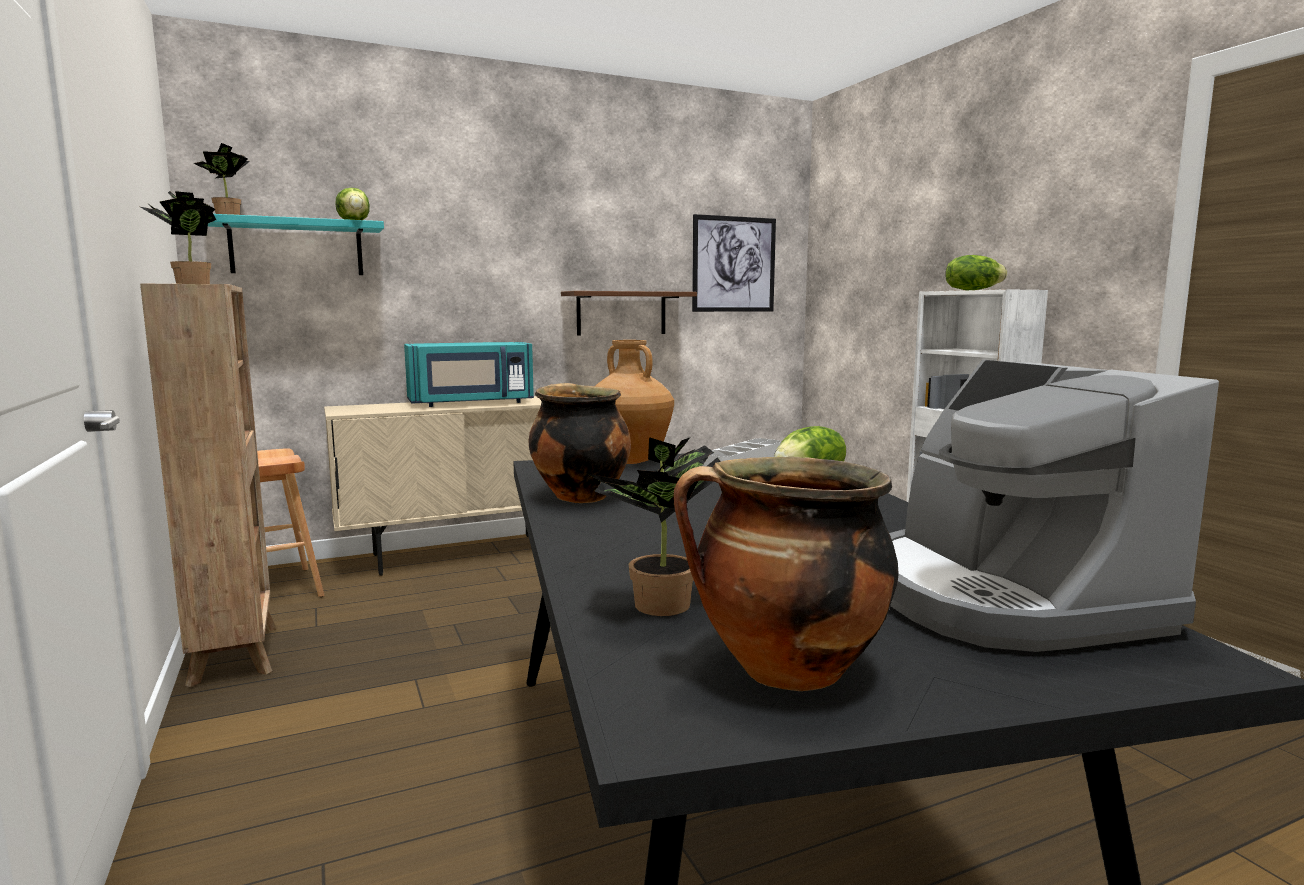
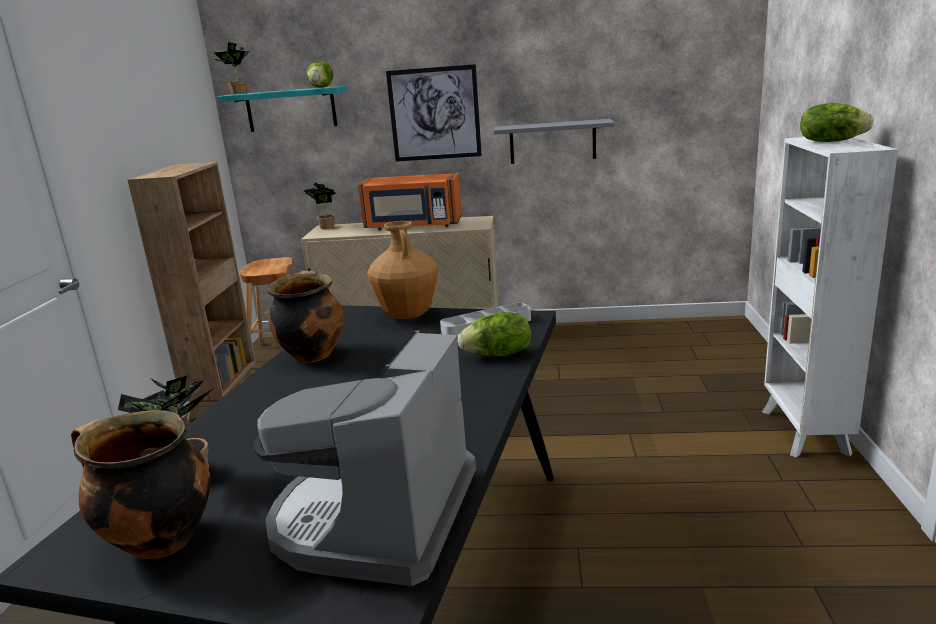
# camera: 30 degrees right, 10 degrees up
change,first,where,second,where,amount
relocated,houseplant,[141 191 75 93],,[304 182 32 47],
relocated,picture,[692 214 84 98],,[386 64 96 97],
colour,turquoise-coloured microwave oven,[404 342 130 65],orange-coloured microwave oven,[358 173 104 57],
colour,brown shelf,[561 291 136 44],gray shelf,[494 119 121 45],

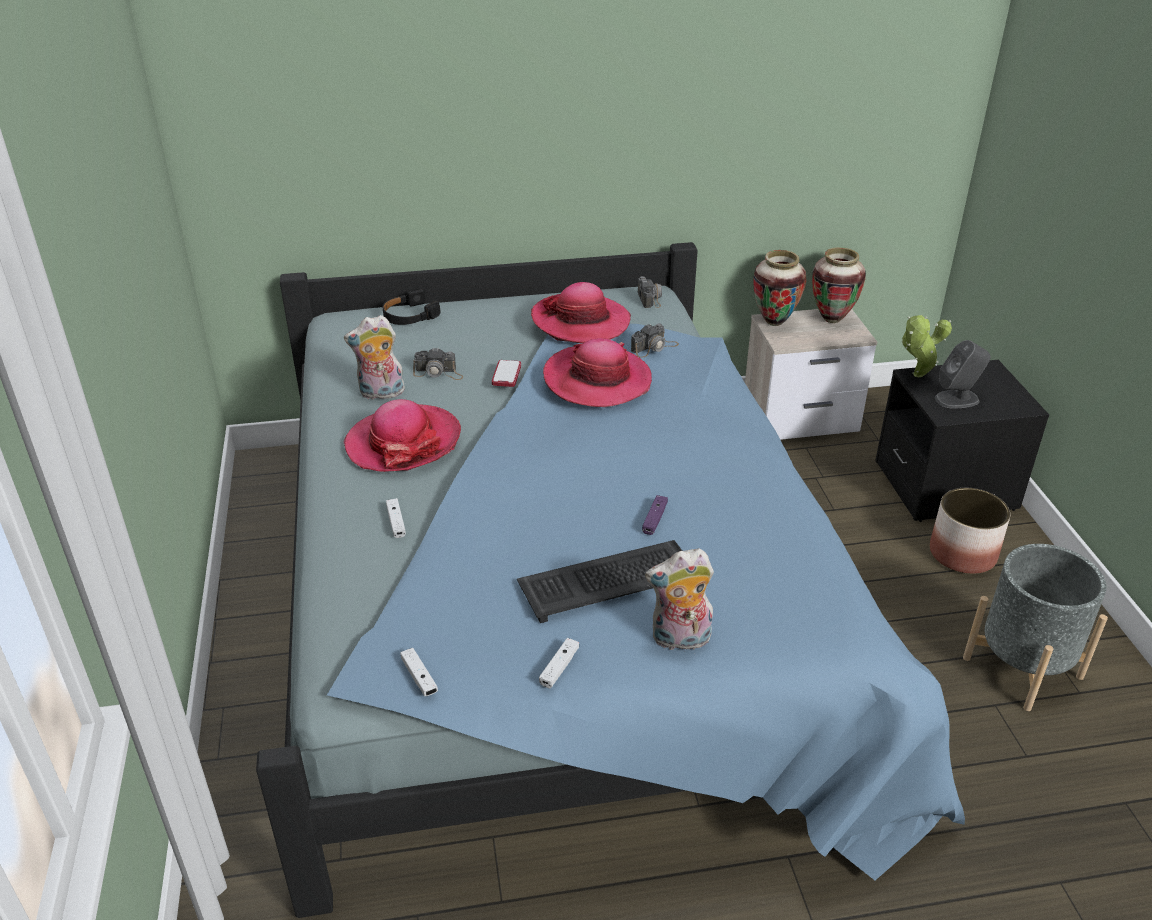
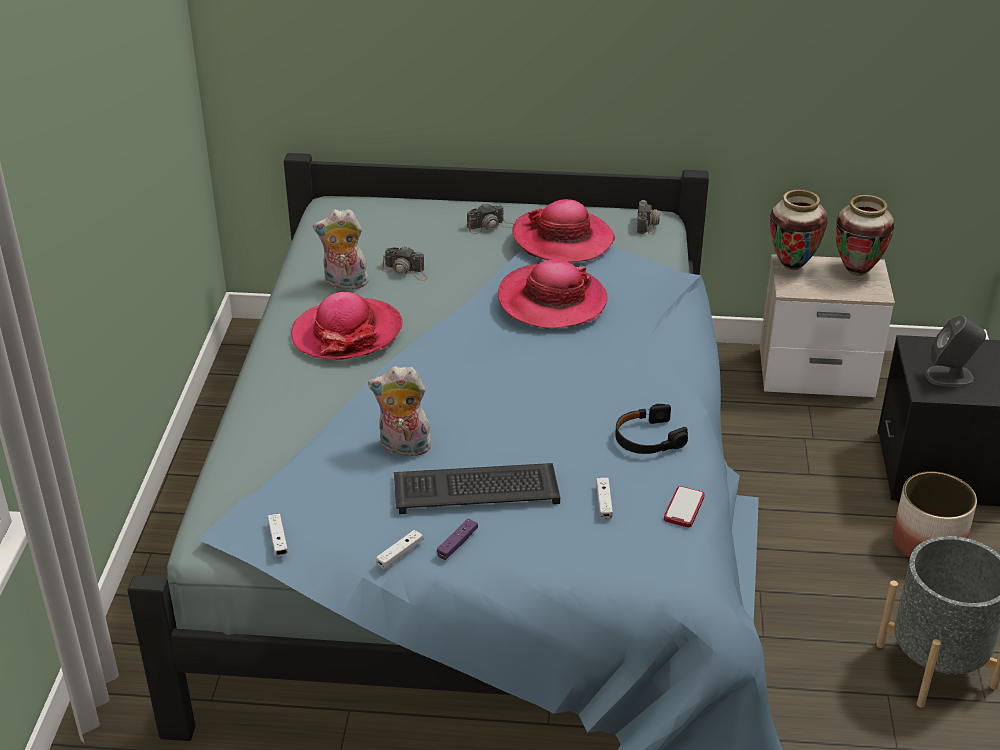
# camera: 15 degrees right, 0 degrees up
change,first,where,second,where,amount
missing,houseplant,[902 315 50 62],,,
relocated,black headset,[382 289 59 36],,[615 404 73 50],
relocated,white joypad,[386 498 20 40],,[596 478 17 42],
relocated,handset,[492 360 29 27],,[664 486 41 41],
relocated,photo camera,[631 323 48 35],,[467 203 47 31],
relocated,purplish joypad,[642 495 26 40],,[437 519 41 41],
relocated,plush toy,[645 548 69 102],,[368 366 66 90],

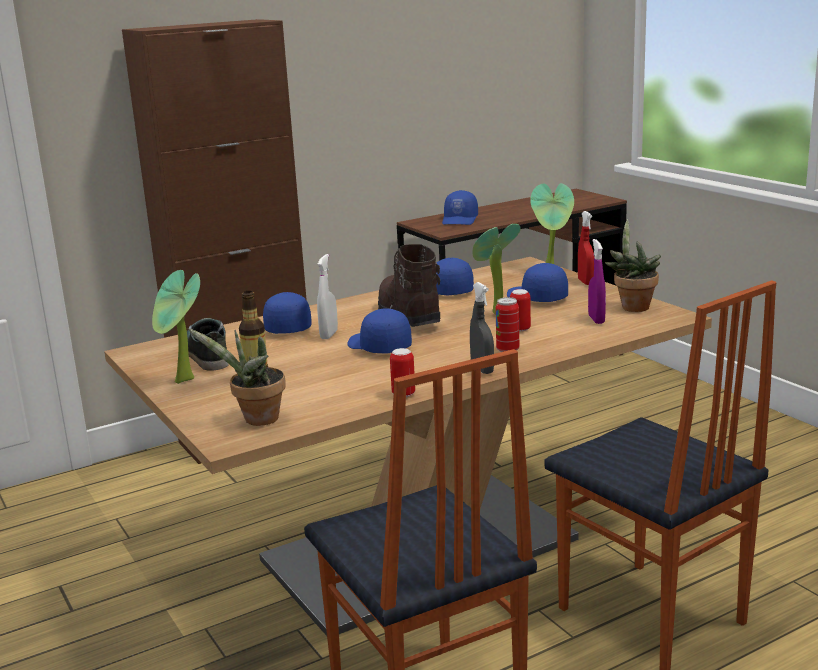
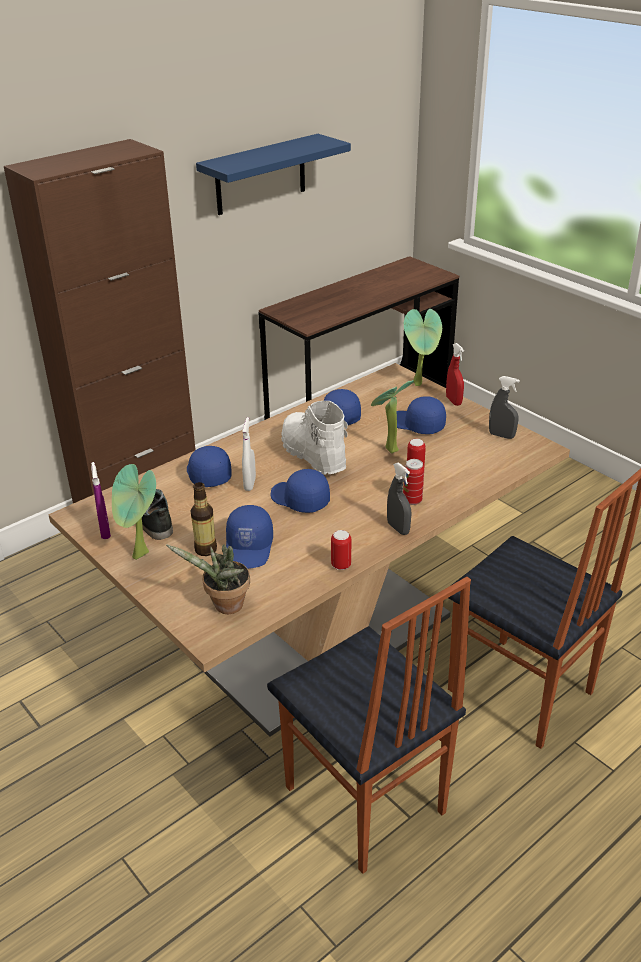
# camera: 10 degrees left, 15 degrees up
change,first,where,second,where,amount
appeared,,,blue shelf,[196 134 155 81],
relocated,blue peaked cap,[442 190 36 35],,[226 505 47 64],
relocated,purplish sprayer,[588 239 18 85],,[91 462 20 77],
exchanged,houseplant,[605 219 56 93],gray sprayer,[489 376 31 63],
colour,brown high-top boot,[378 244 62 83],white high-top boot,[281 401 67 74],

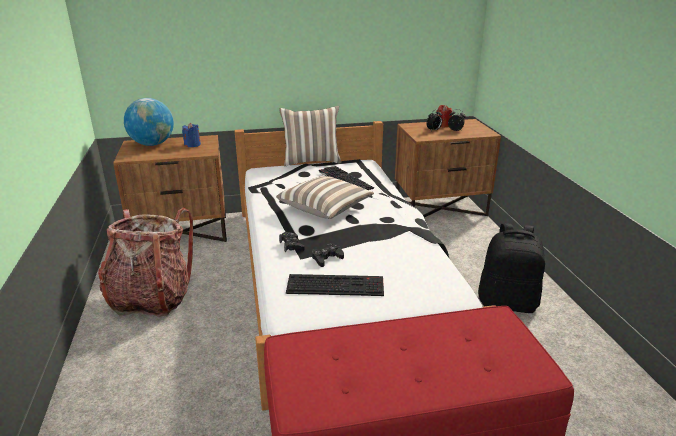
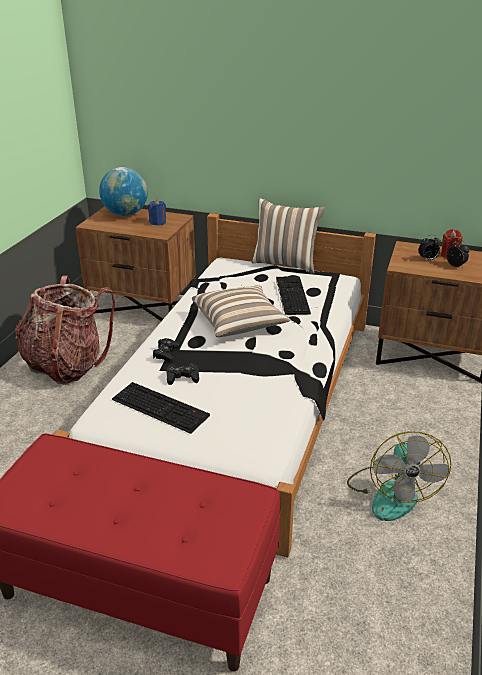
# camera: 30 degrees right, 5 degrees up
change,first,where,second,where,amount
exchanged,black backpack,[478 223 67 90],electric fan,[347 431 104 90],

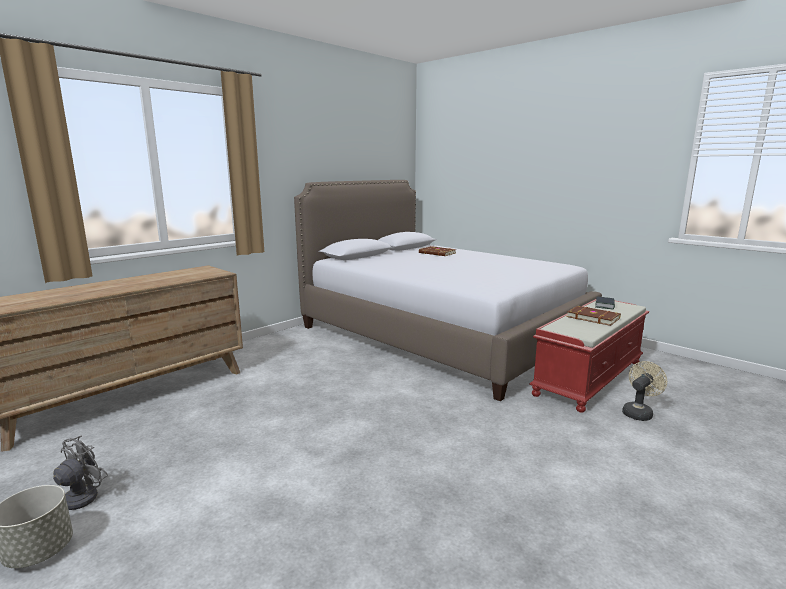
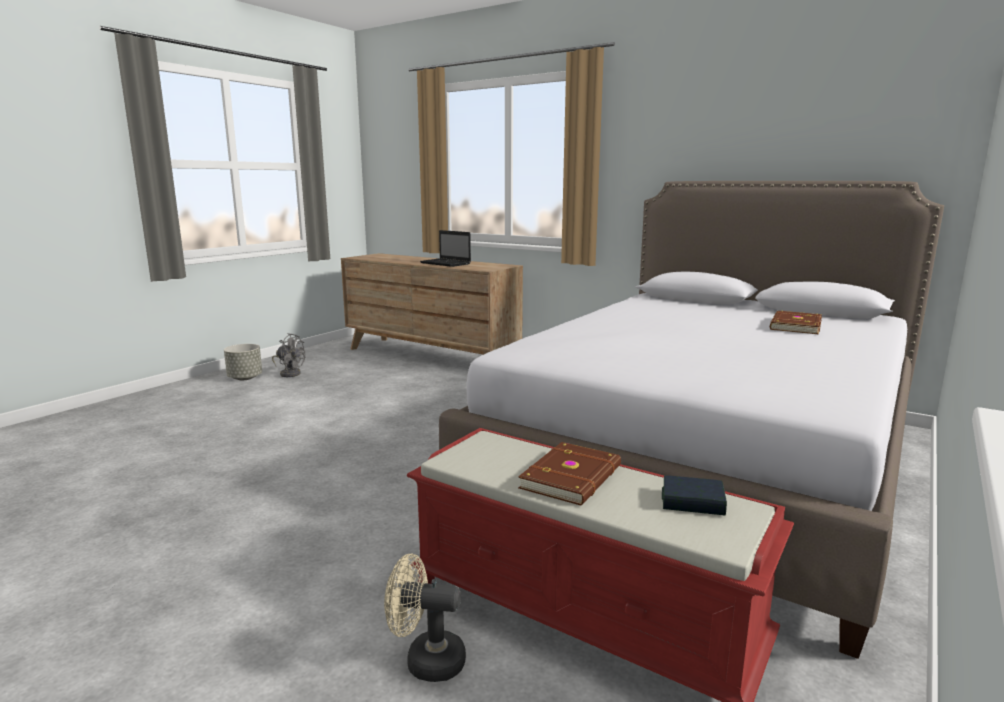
# camera: 80 degrees right, 0 degrees up
change,first,where,second,where,amount
appeared,,,laptop,[420 230 51 37],
spun,sand-coloured electric fan,[622 361 45 60],,[384 553 82 129],150 degrees clockwise

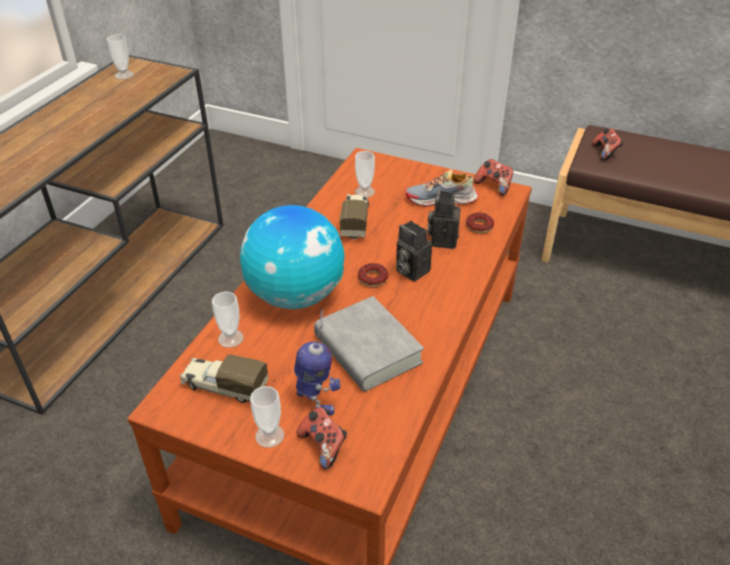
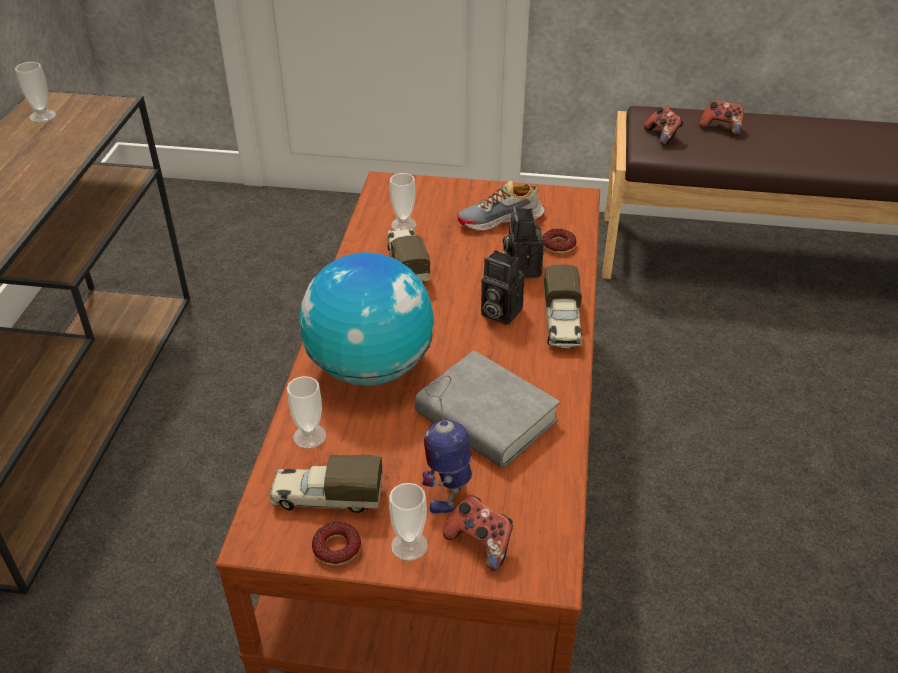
# camera: 15 degrees left, 0 degrees up
change,first,where,second,where,amount
appeared,,,toy lorry,[544 264 38 84],
relocated,donut,[358 263 30 24],,[312 522 49 44],
relocated,joypad,[474 159 39 37],,[699 99 45 37],
spun,toy robot,[294 309 46 106],,[422 375 50 139],105 degrees counterclockwise

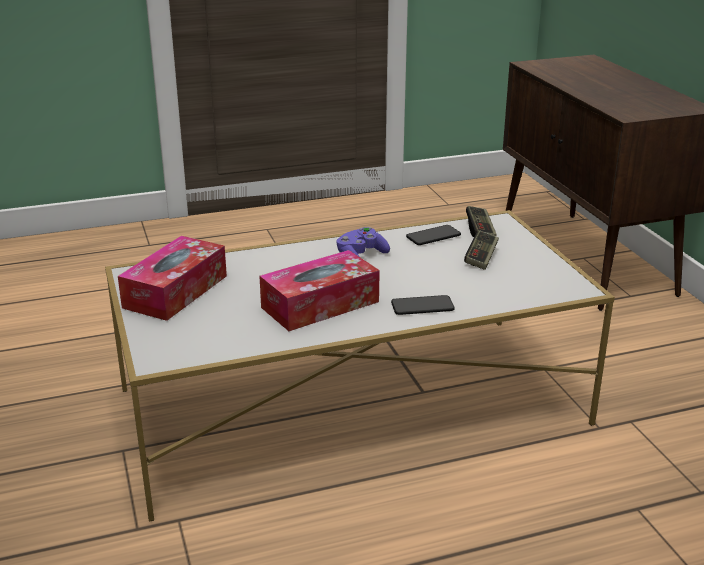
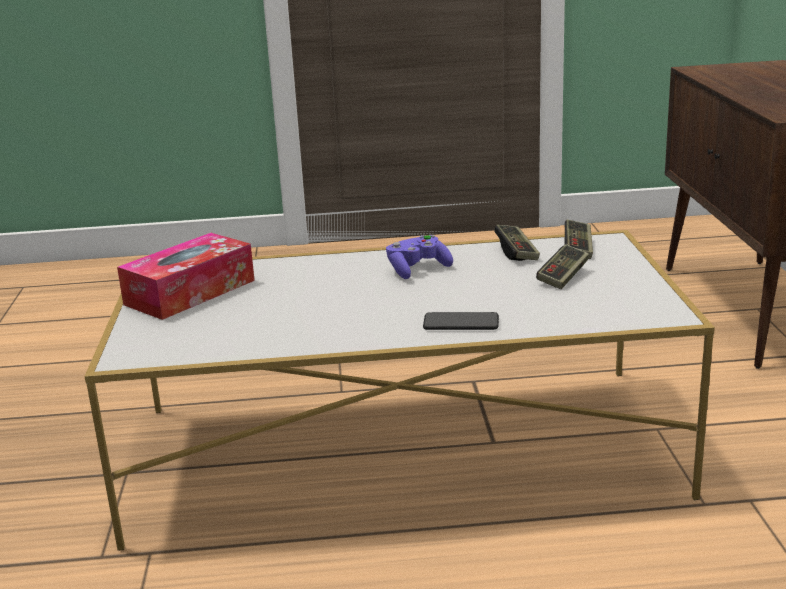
# camera: 15 degrees right, 5 degrees down
change,first,where,second,where,amount
missing,tissue holder,[259 250 121 81],,,
exchanged,handset,[406 225 55 20],joypad,[494 225 46 36],

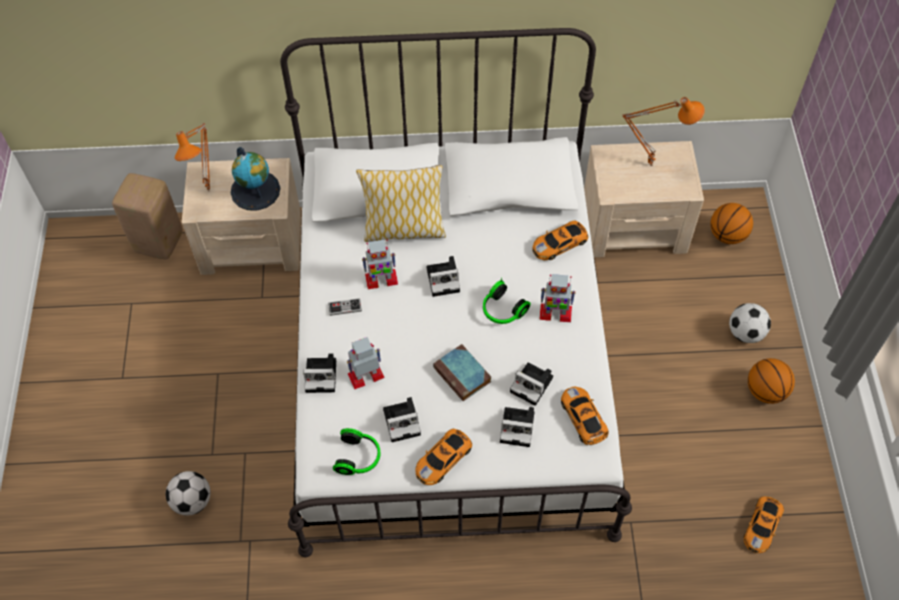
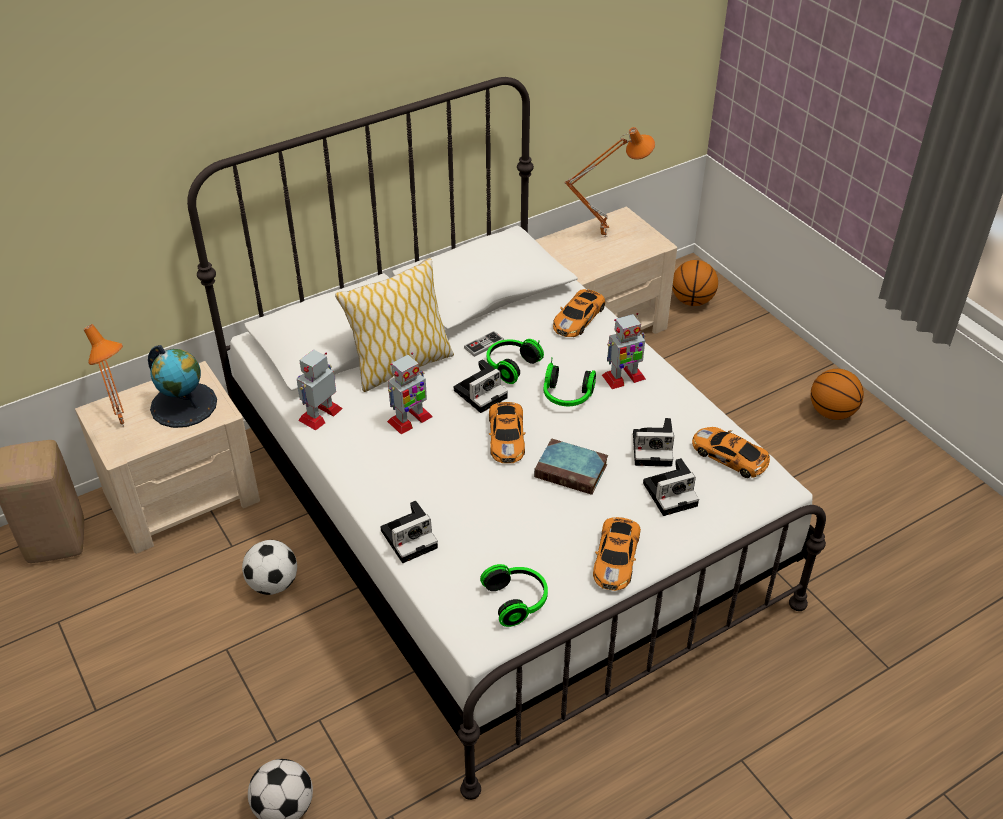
# camera: 30 degrees left, 15 degrees down
change,first,where,second,where,amount
missing,photo camera,[383 397 38 45],,,
appeared,,,headset,[487 339 57 45],
relocated,joypad,[328 298 34 18],,[464 331 40 26],
relocated,toy robot,[347 337 38 52],,[297 350 46 81],
relocated,ball for football,[729 303 42 40],,[242 540 55 55],
relocated,miniature car,[744 496 40 57],,[489 402 37 61],

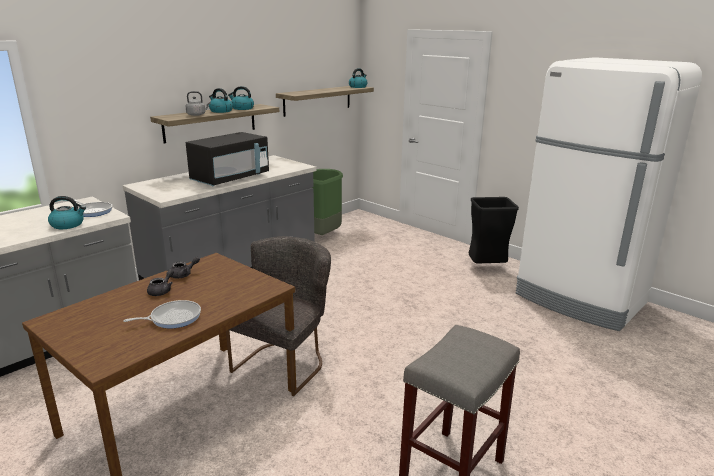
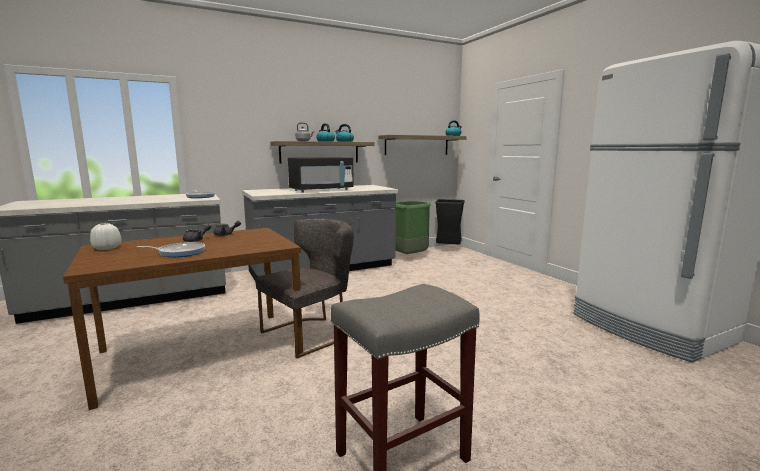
# camera: 20 degrees right, 10 degrees down
change,first,where,second,where,amount
missing,water kettle,[48 196 38 33],,,
appeared,,,white vase,[90 223 31 27],
relocated,black trash can,[469 197 50 67],,[435 199 30 45],

